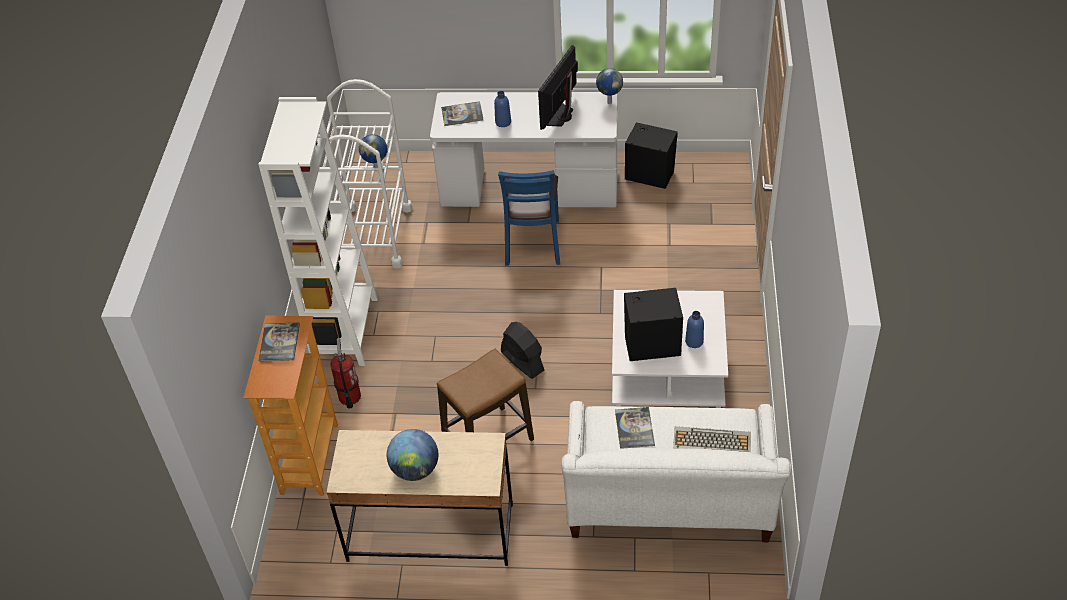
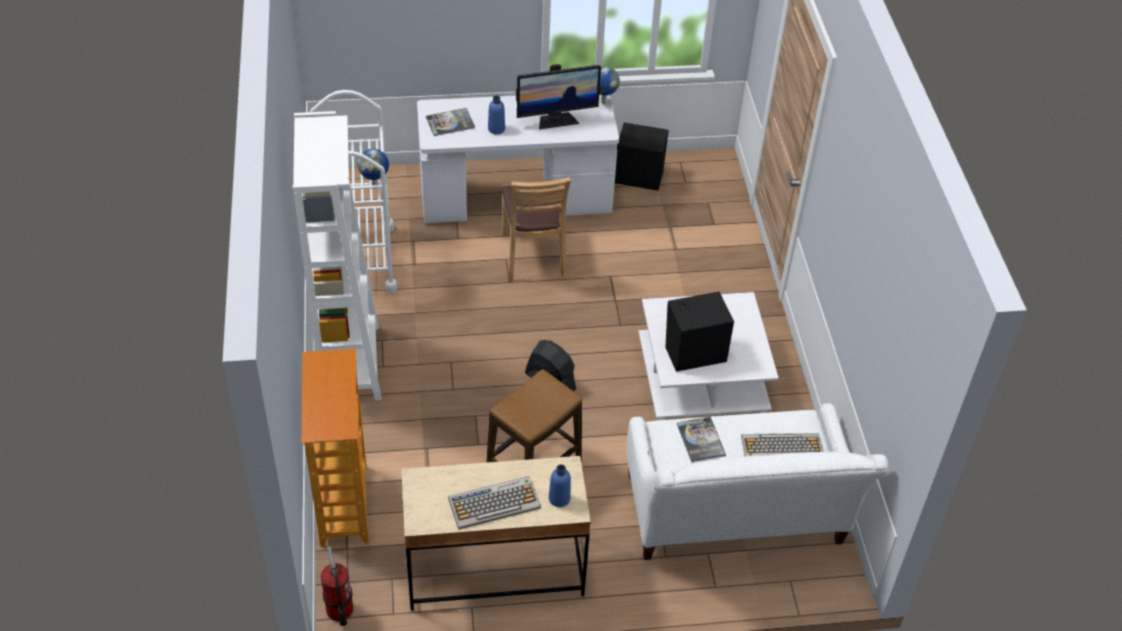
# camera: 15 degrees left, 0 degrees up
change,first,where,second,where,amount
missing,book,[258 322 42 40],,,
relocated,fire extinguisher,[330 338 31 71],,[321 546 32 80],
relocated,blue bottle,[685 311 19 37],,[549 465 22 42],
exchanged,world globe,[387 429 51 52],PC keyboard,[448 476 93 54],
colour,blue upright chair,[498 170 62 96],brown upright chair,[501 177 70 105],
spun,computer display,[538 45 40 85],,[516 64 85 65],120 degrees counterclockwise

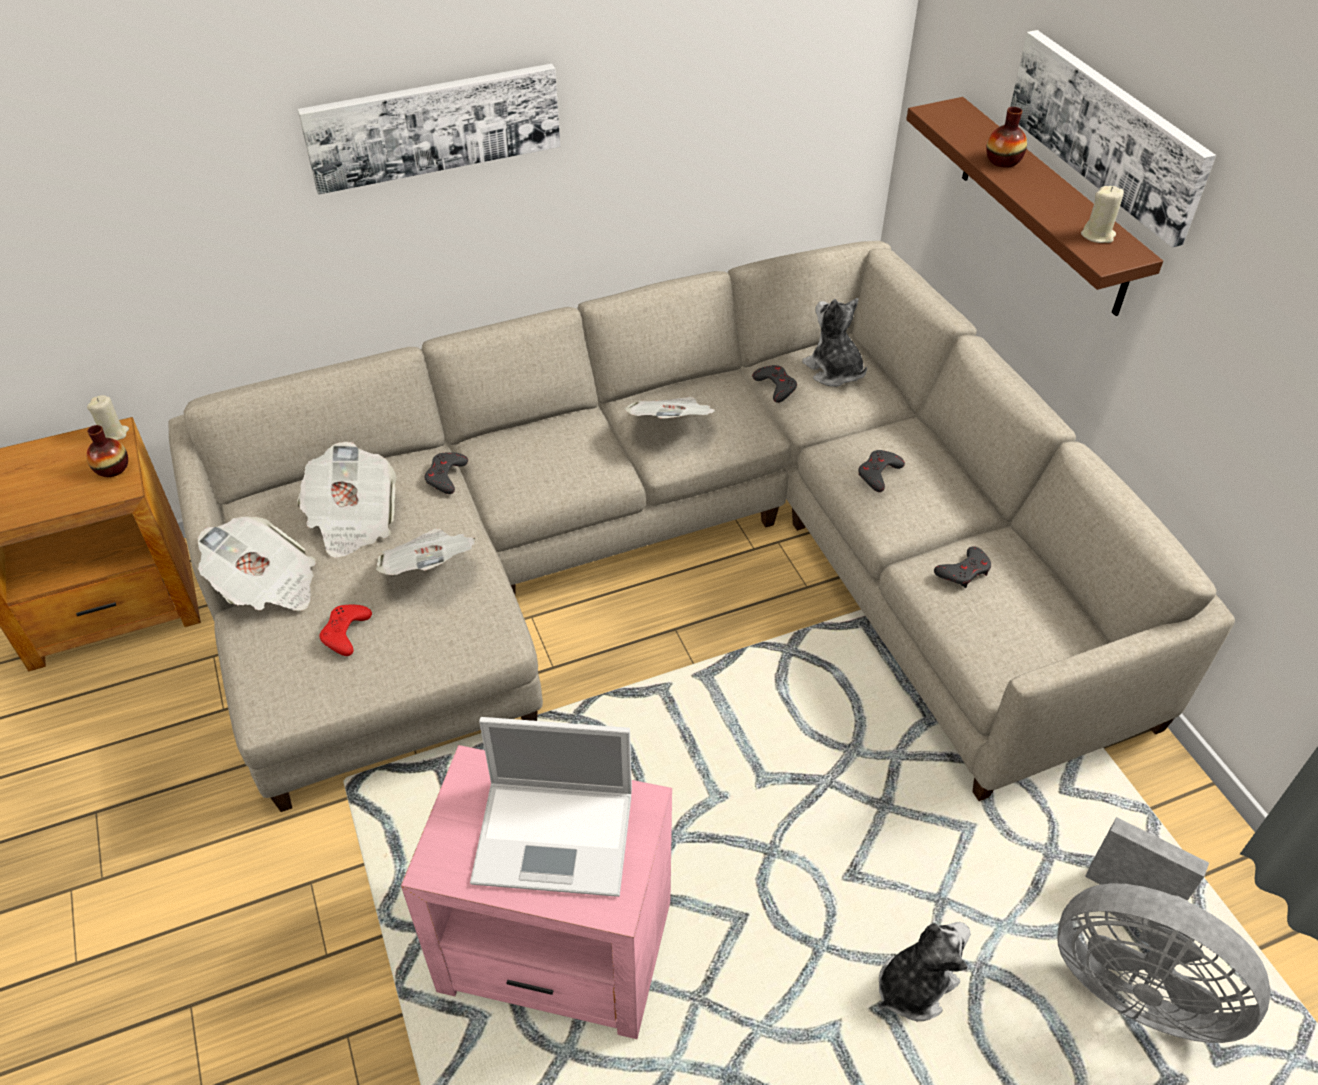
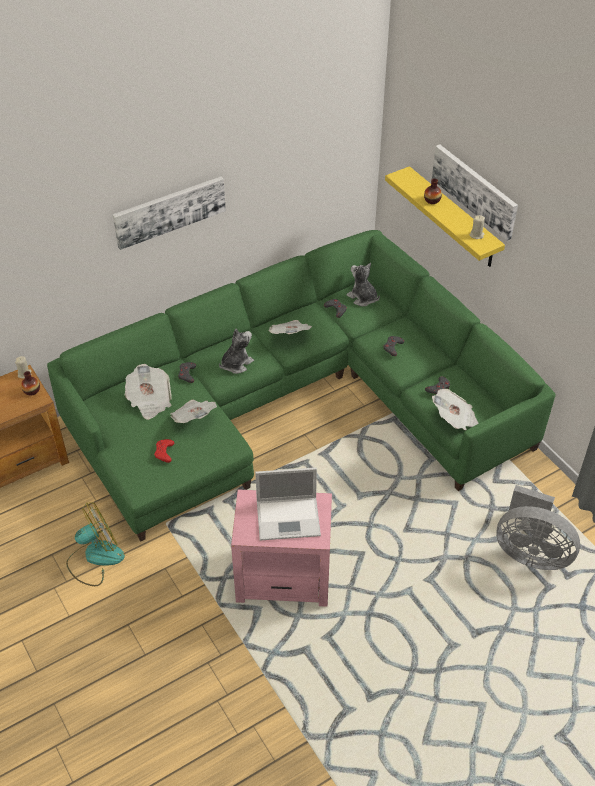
# camera: 10 degrees left, 0 degrees up
change,first,where,second,where,amount
appeared,,,electric fan,[66 502 59 84],
relocated,printed paper,[198 516 118 95],,[432 389 47 41],
relocated,plush toy,[878 922 93 99],,[219 329 35 45],
colour,sand-coloured sofa,[169 241 1066 571],green-coloured sofa,[47 230 509 312],
colour,brown shelf,[906 97 257 219],yellowish shelf,[385 166 120 101],

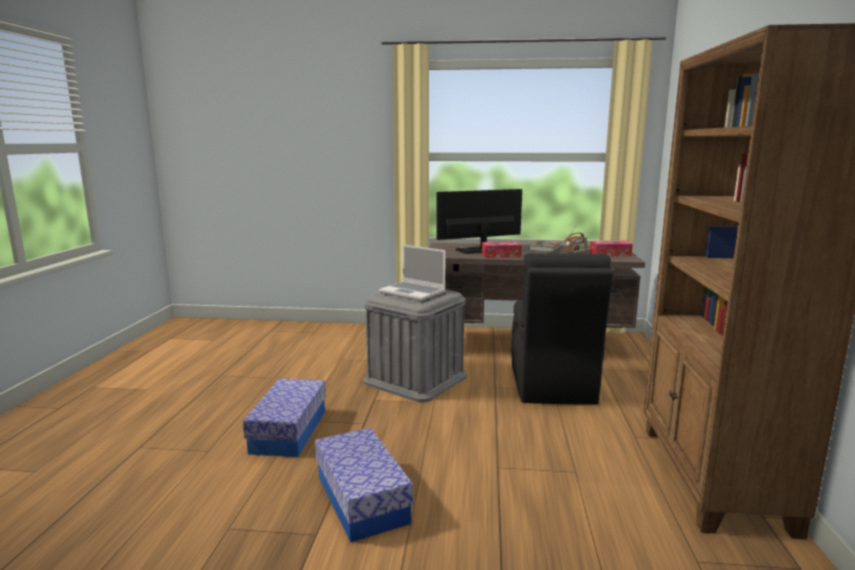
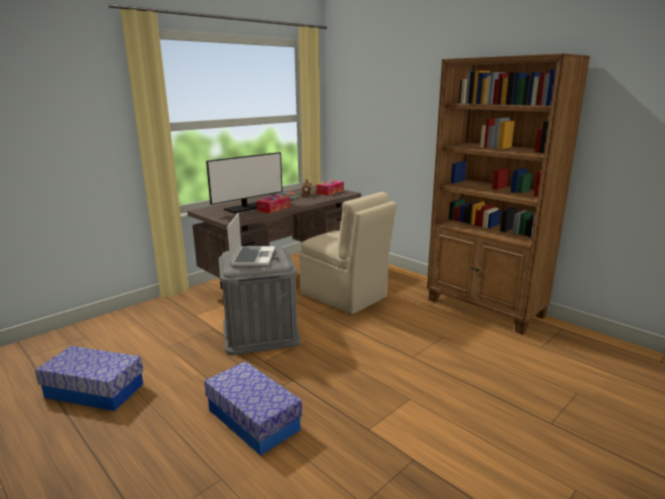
# camera: 50 degrees left, 5 degrees up
change,first,where,second,where,amount
relocated,storage container,[315 427 98 116],,[35 346 109 65],
colour,black upright chair,[512 253 101 152],sand-coloured upright chair,[300 192 97 122],
spun,laptop,[379 244 67 57],,[227 213 48 53],75 degrees counterclockwise
spun,computer display,[436 189 86 65],,[206 152 77 61],150 degrees counterclockwise

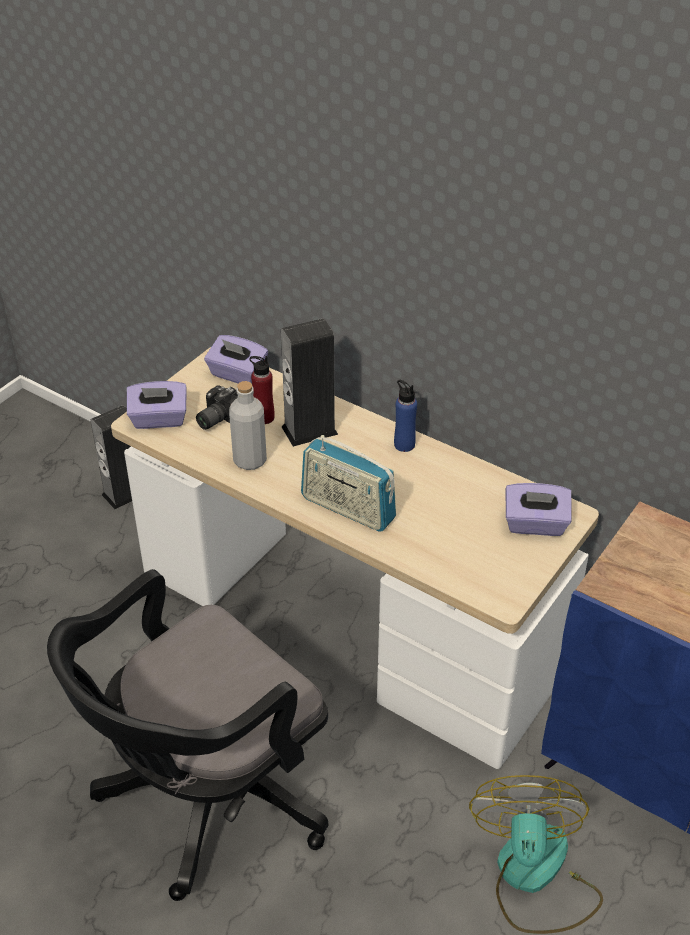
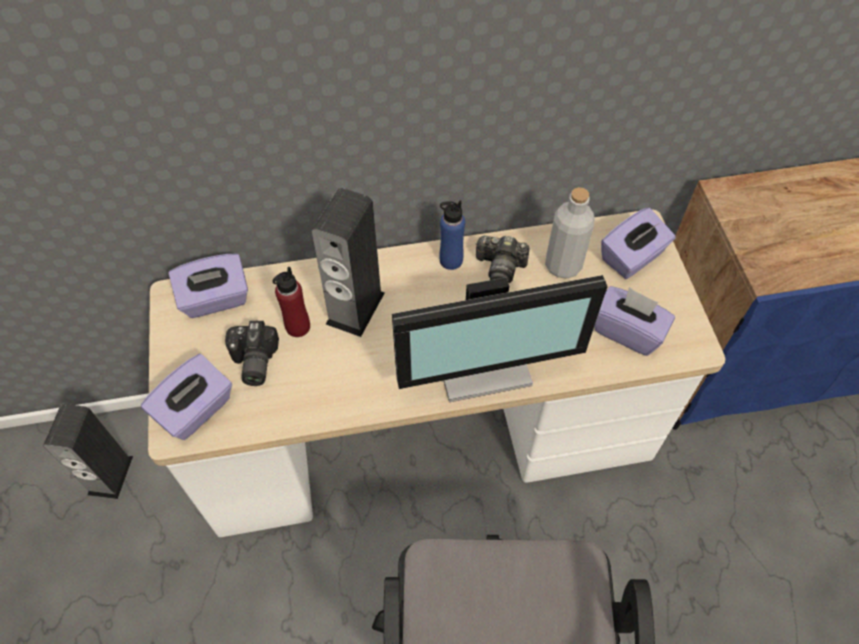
# camera: 45 degrees left, 15 degrees up
change,first,where,second,where,amount
missing,electric fan,[469 775 134 159],,,
appeared,,,photo camera,[475 236 55 47],
appeared,,,purplish tissue holder,[594 286 81 70],
relocated,gray bottle,[229 381 38 89],,[545 187 50 92],
exchanged,radio,[301 435 95 97],computer display,[392 275 216 127],

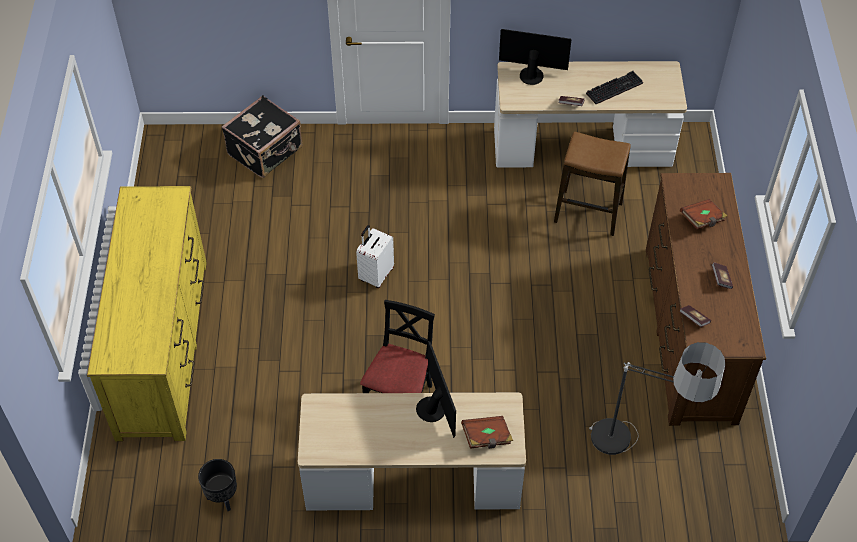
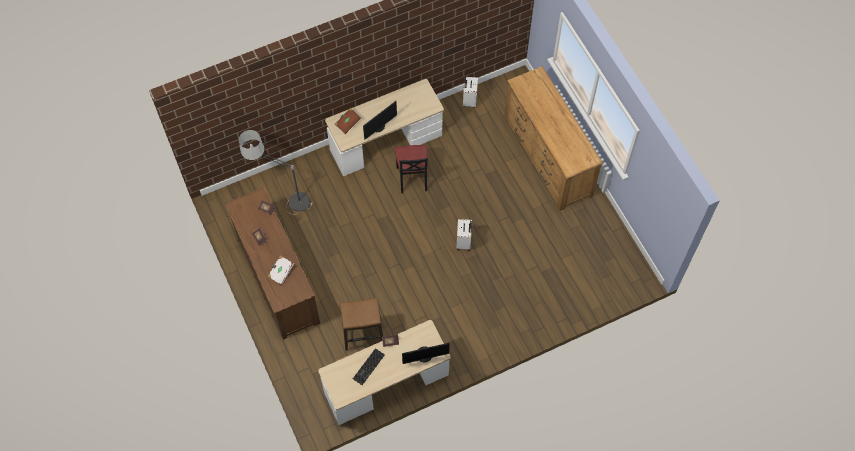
# camera: 155 degrees right, 10 degrees up
change,first,where,second,where,amount
missing,black travel case,[222 95 80 83],,,
exchanged,black flower pot,[198 459 39 52],white travel case,[463 76 15 32],
colour,yellowish drawer chest,[87 186 120 255],brown drawer chest,[504 66 99 145],
colour,brown book,[680 199 48 30],white book,[267 255 27 30],
spun,computer display,[416 341 40 97],,[363 101 34 38],90 degrees counterclockwise

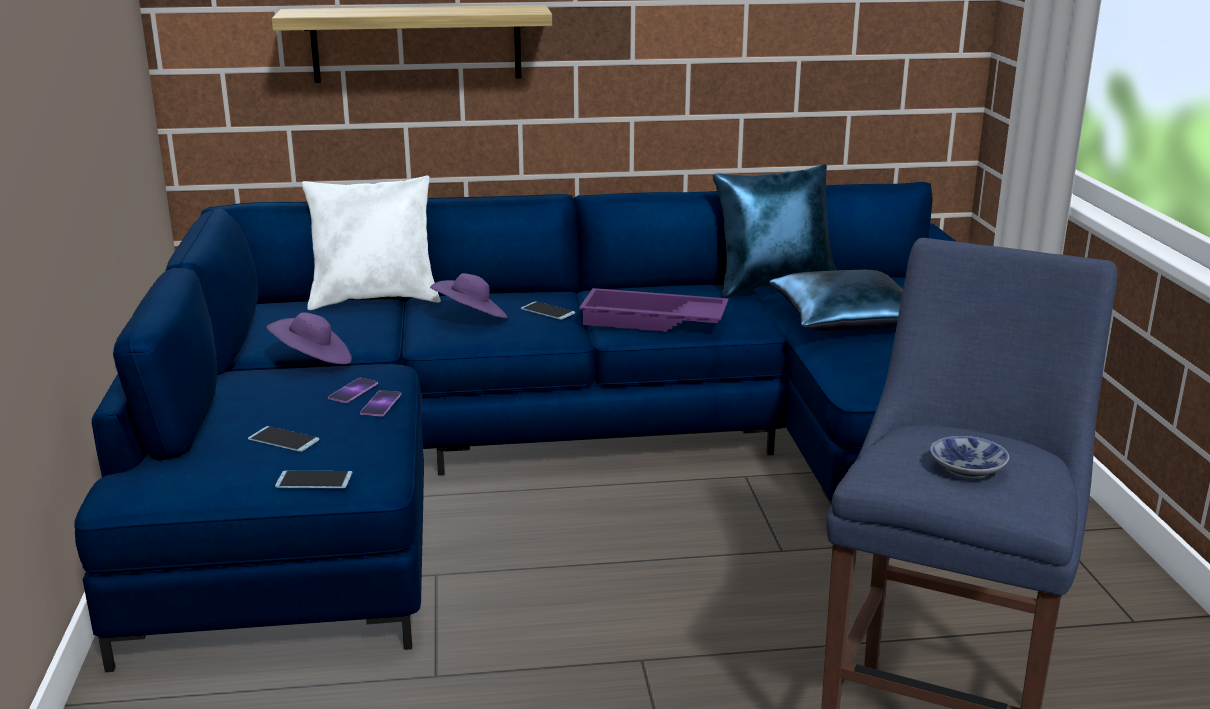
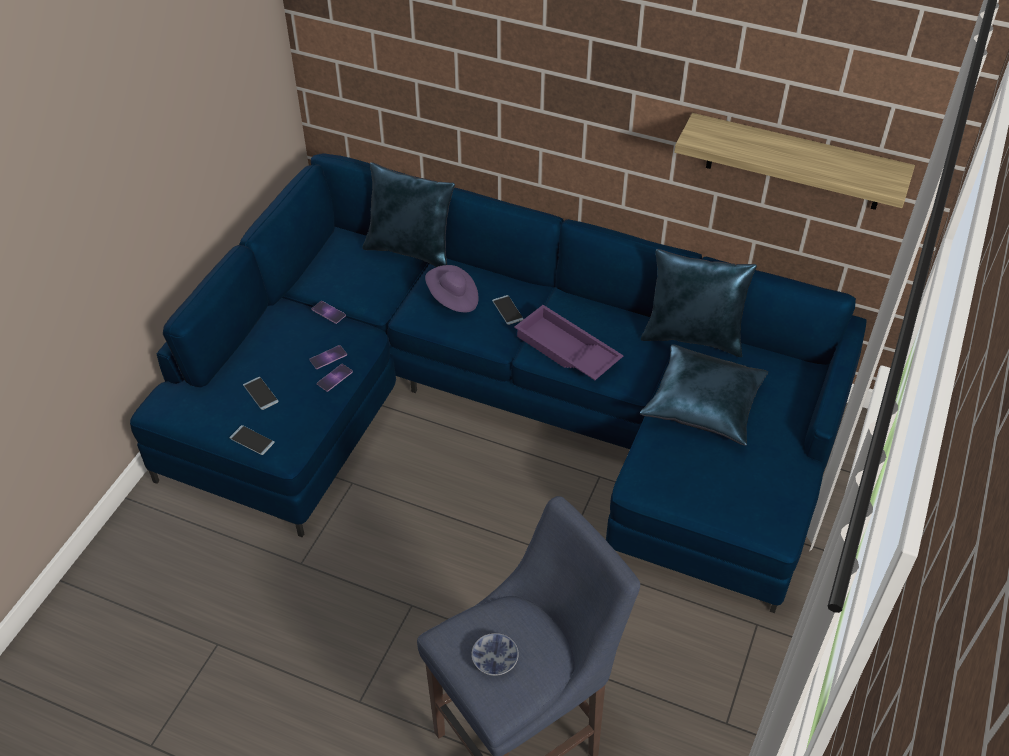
# camera: 30 degrees right, 25 degrees up
change,first,where,second,where,amount
relocated,shelf,[272 5 280 78],,[674 113 241 97],
exchanged,purplish wearable hat,[266 312 86 52],handset,[311 301 35 23],
colour,white throw pillow,[302 175 139 135],blue throw pillow,[362 162 93 105],

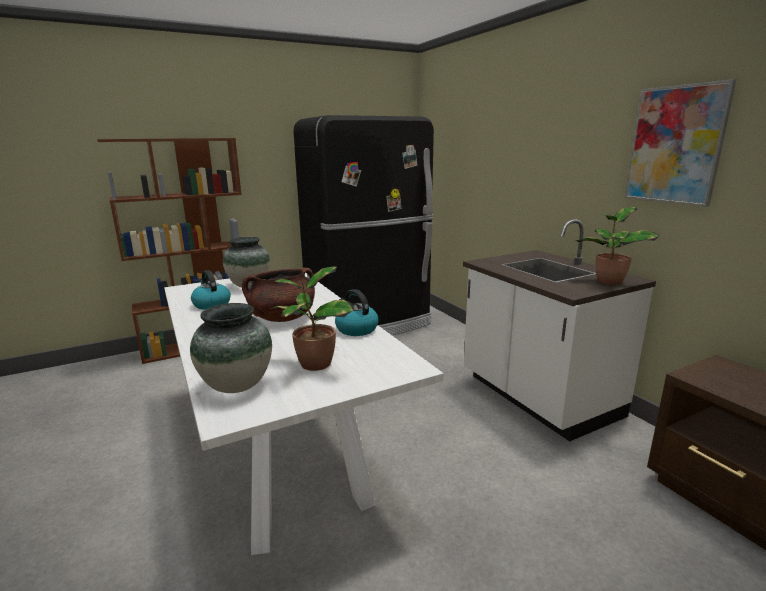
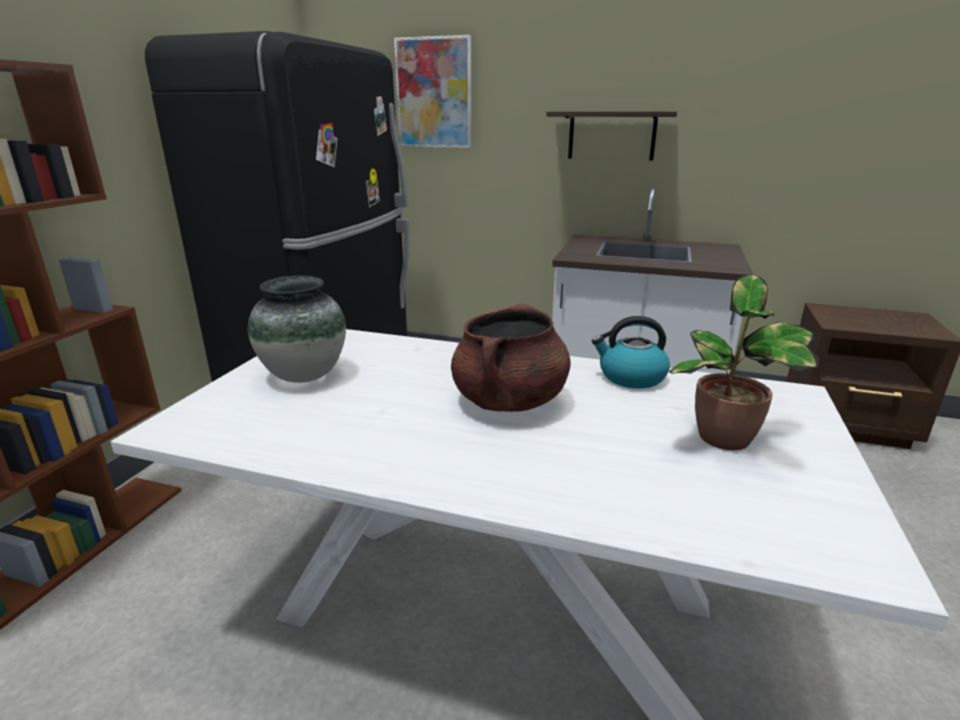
# camera: 45 degrees left, 5 degrees up
change,first,where,second,where,amount
missing,vase,[190 303 82 90],,,
missing,water kettle,[191 270 40 40],,,
missing,houseplant,[575 207 84 78],,,
appeared,,,shelf,[546 111 131 50],
relocated,picture,[624 79 112 128],,[394 35 78 113],

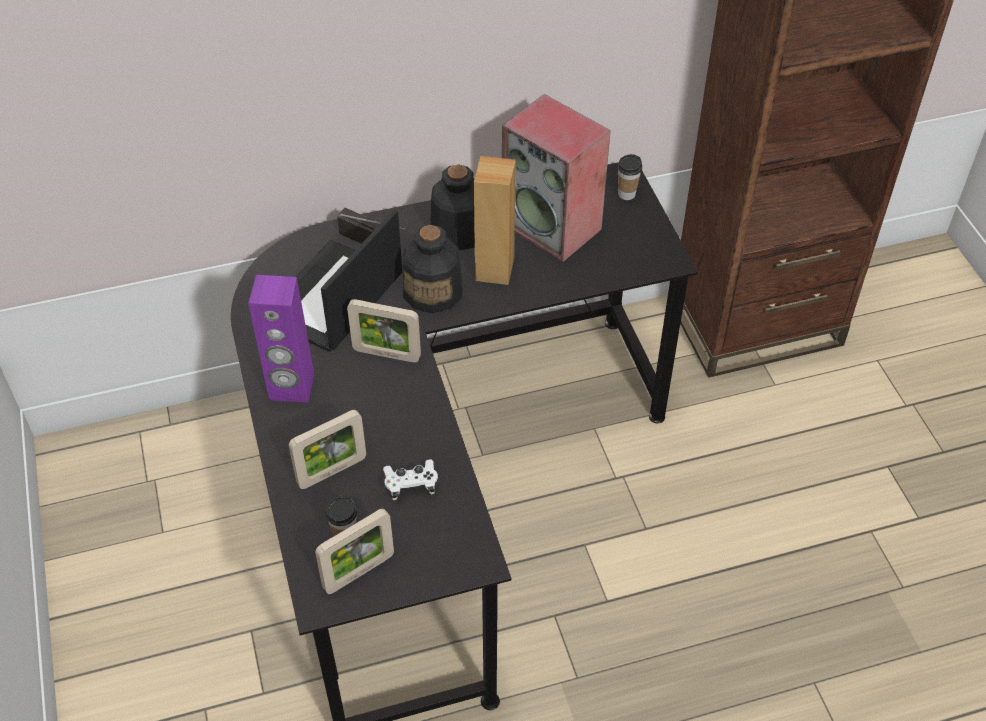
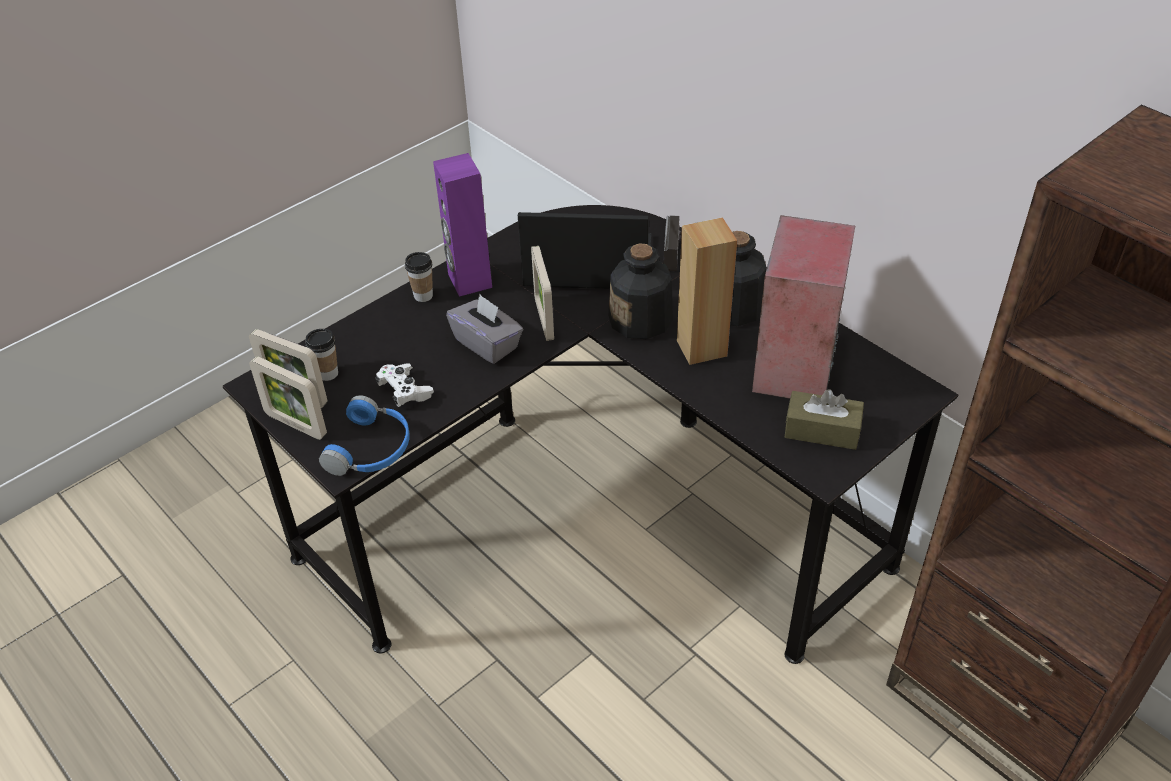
# camera: 65 degrees right, 5 degrees down
change,first,where,second,where,amount
appeared,,,blue headset,[319 395 91 81],
appeared,,,gray tissue holder,[446 293 77 71],
appeared,,,brown tissue holder,[785 389 79 61],
relocated,picture frame,[289 410 77 79],,[249 356 78 84],
relocated,drinking cup,[617 154 25 46],,[405 252 28 50],

